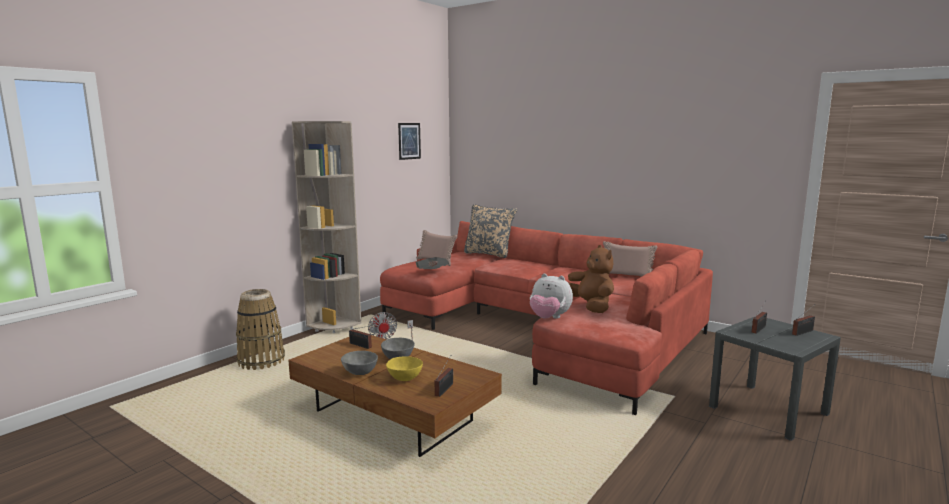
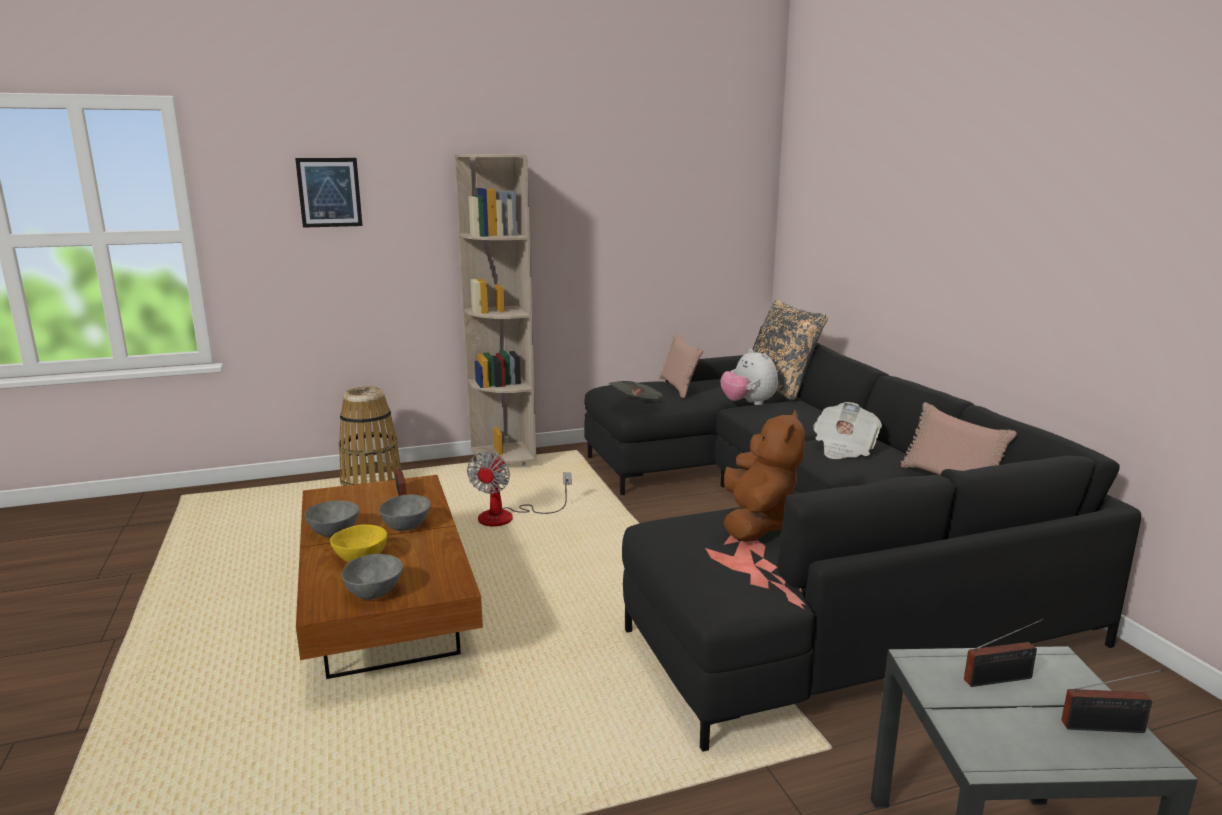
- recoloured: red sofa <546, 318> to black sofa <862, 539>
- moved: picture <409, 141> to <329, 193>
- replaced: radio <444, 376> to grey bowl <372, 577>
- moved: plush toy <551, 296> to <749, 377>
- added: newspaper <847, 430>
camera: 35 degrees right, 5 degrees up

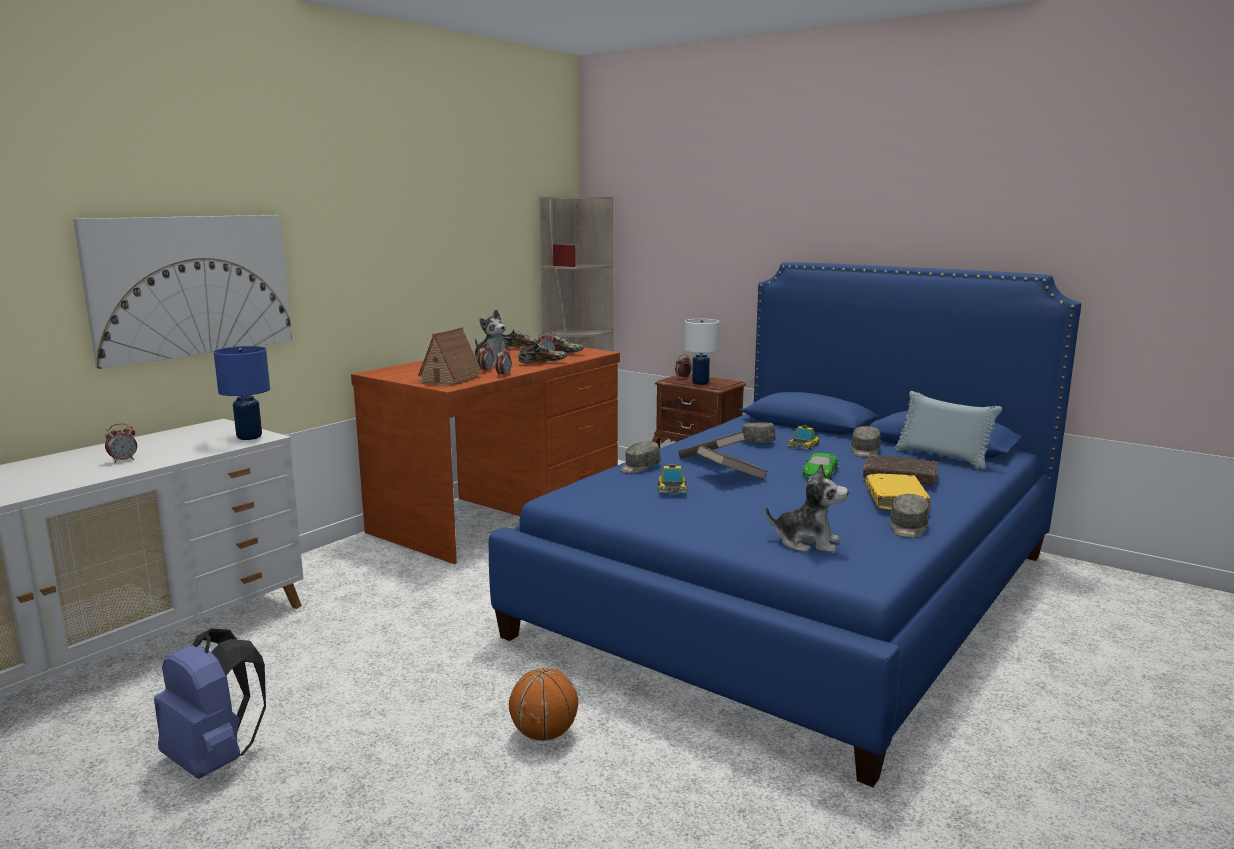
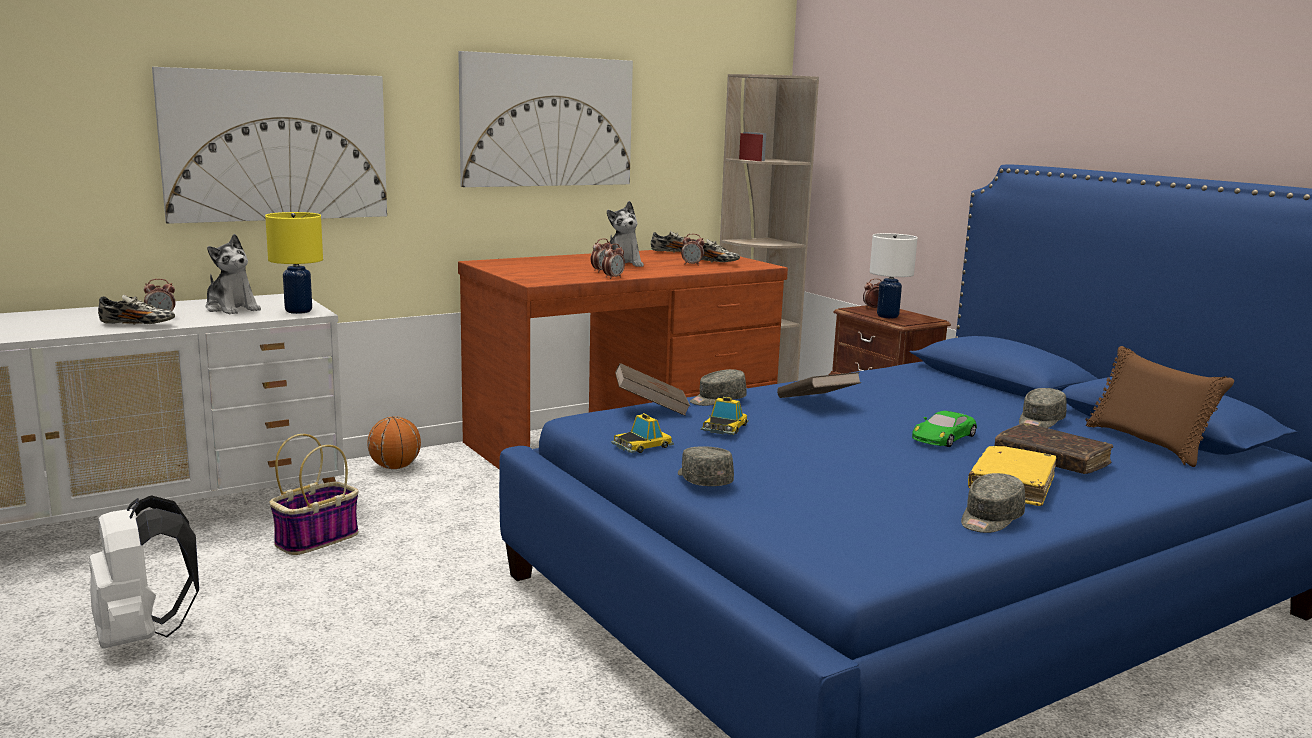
- recoloured: blue backpack <210, 704> to white backpack <144, 571>
- recoloured: blue table lamp <242, 393> to yellow table lamp <294, 263>
- removed: toy house <448, 357>
- moved: basketball <543, 704> to <394, 442>
- moved: shoe <542, 354> to <136, 310>
- moved: brown book <732, 462> to <652, 389>
- moved: grey cap <759, 432> to <706, 466>
- moved: plush toy <807, 508> to <233, 274>
- moved: toy car <803, 437> to <642, 433>
- recoloured: blue pillow <948, 430> to brown pillow <1160, 406>
- added: basket <313, 494>
- added: picture <545, 119>
camera: 20 degrees right, 0 degrees up

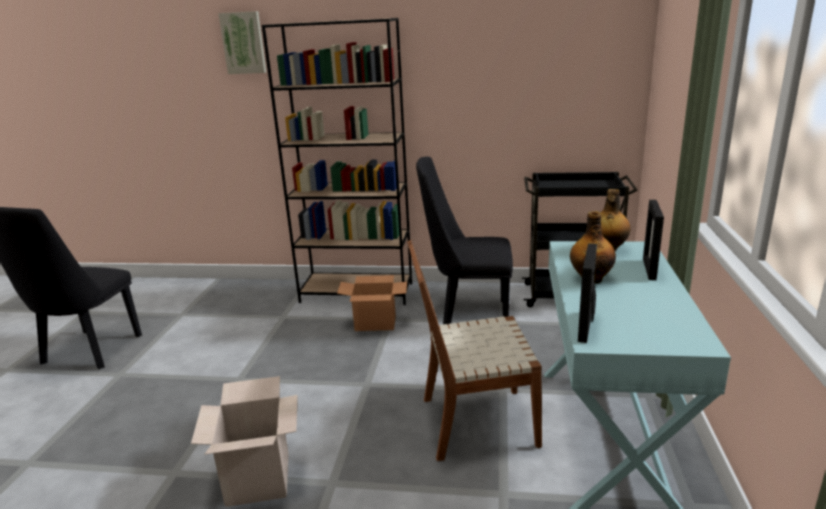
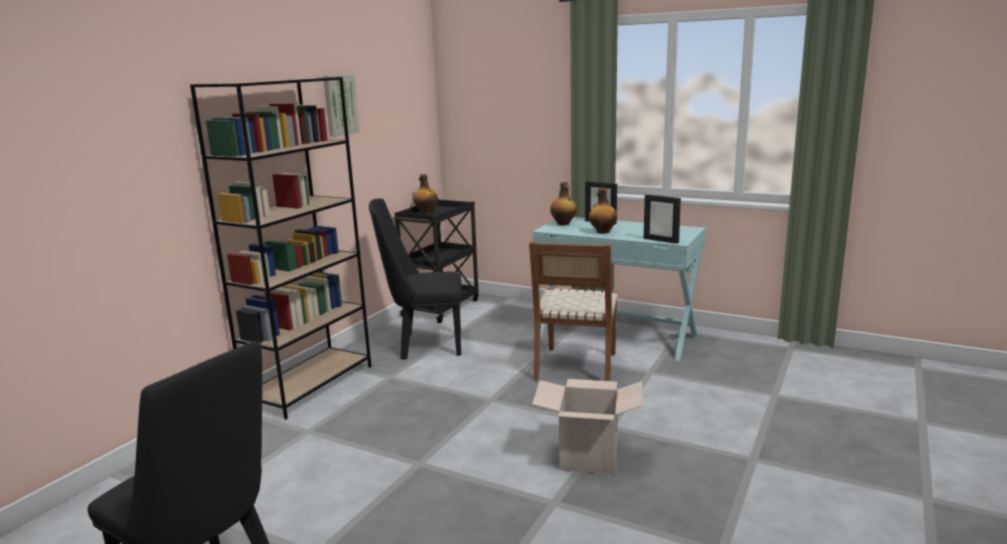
- moved: picture <242, 42> to <341, 105>
- removed: cardboard box <372, 303>
- turned: black chair <464, 240> = <415, 279> 60 degrees clockwise
- added: bottle <426, 194>
camera: 70 degrees left, 5 degrees down

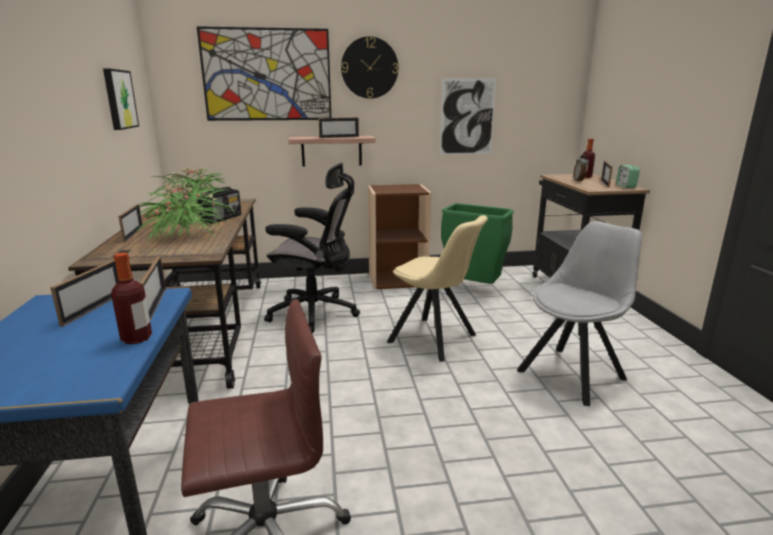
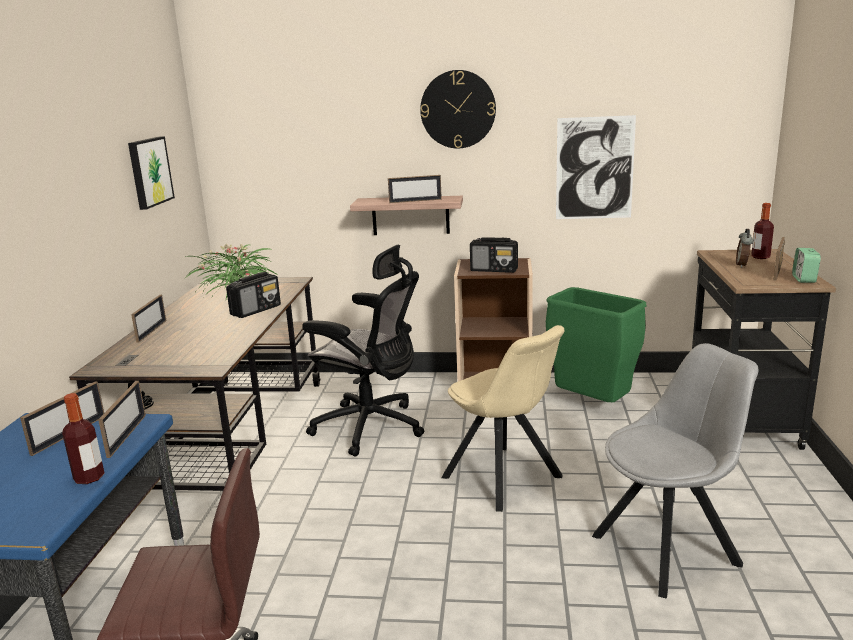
- removed: potted plant <185, 213>
- removed: picture <264, 73>
- added: radio <494, 255>
camera: 15 degrees right, 0 degrees up

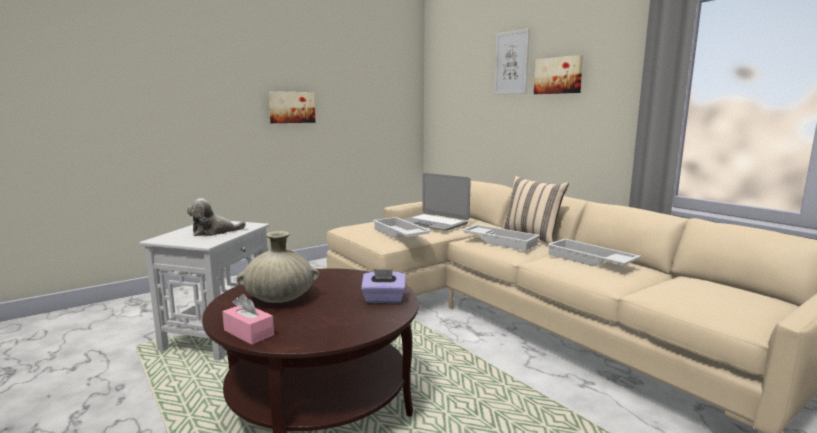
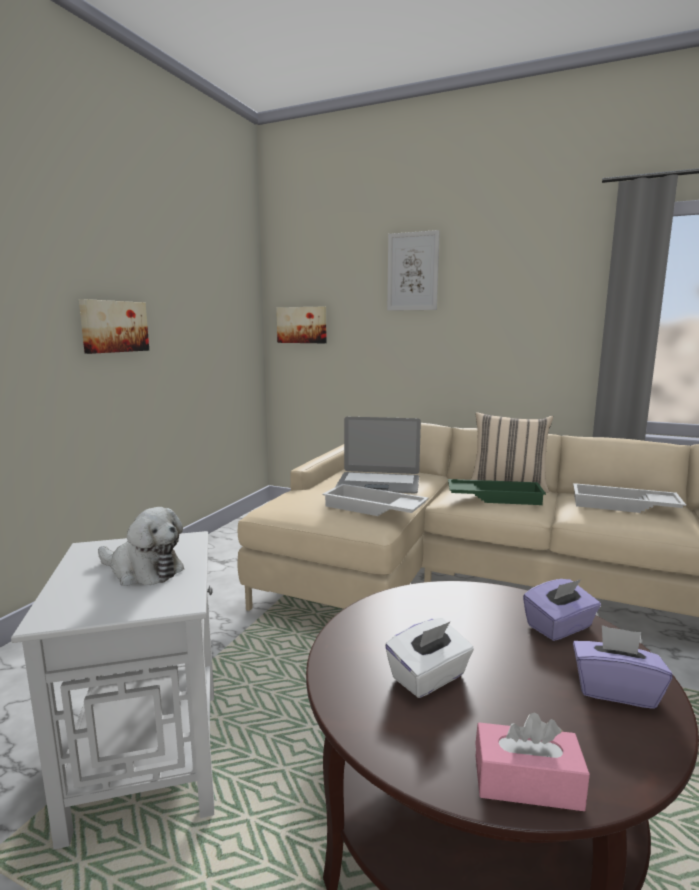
- turned: plush toy <216, 217> = <141, 546> 105 degrees counterclockwise
- replaced: beige vase <278, 267> to white tissue box <429, 658>
- recoloured: white tray <501, 237> to green tray <497, 492>
- moved: picture <558, 74> to <301, 325>
- added: purple tissue box <622, 667>
camera: 30 degrees left, 0 degrees up

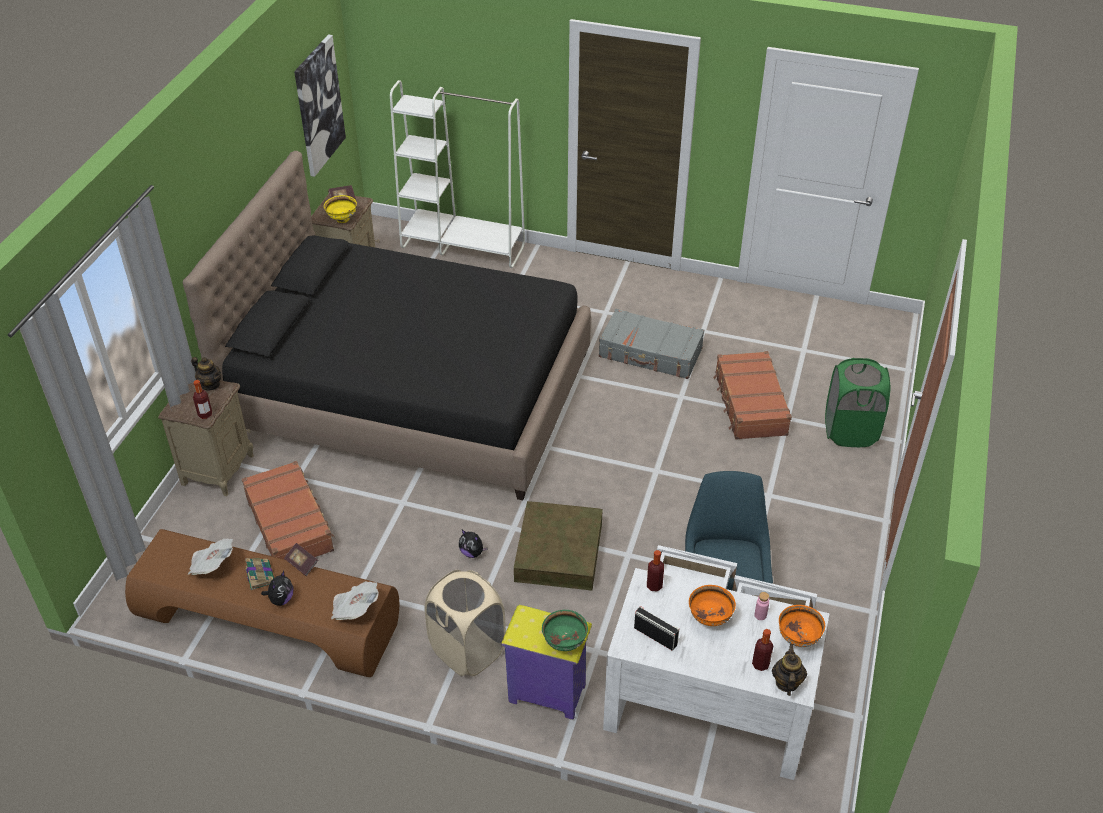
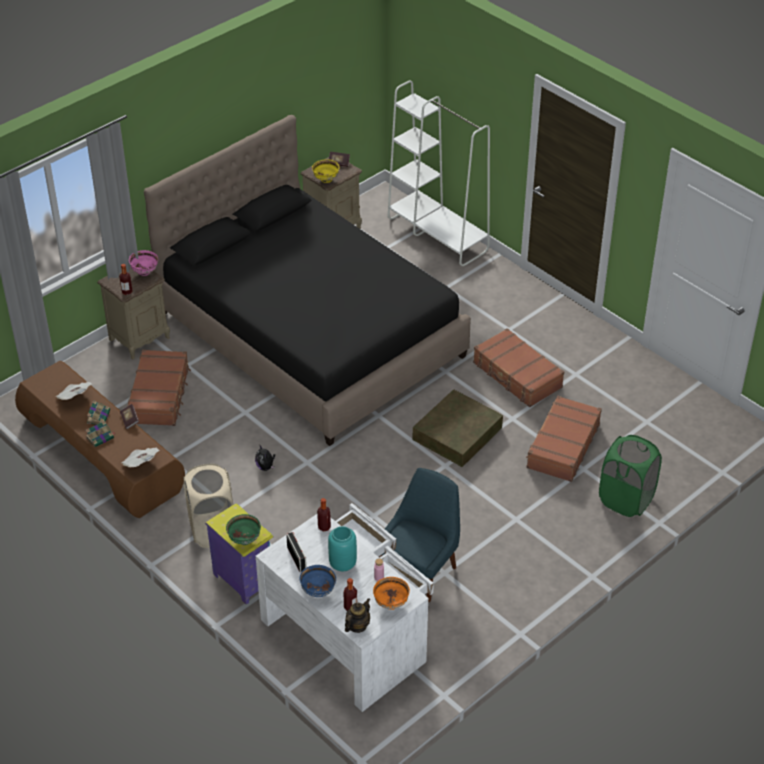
- replaced: teapot <206, 374> to pink bowl <143, 263>
- replaced: plush toy <277, 588> to book <100, 434>
- removed: picture <320, 105>
- moved: brown storage box <558, 546> to <457, 428>
- recoloured: grey suitcase <651, 344> to brown suitcase <518, 367>
- replaced: orange bowl <712, 605> to turquoise vase <342, 548>
- added: blue bowl <318, 581>
camera: 30 degrees right, 0 degrees up

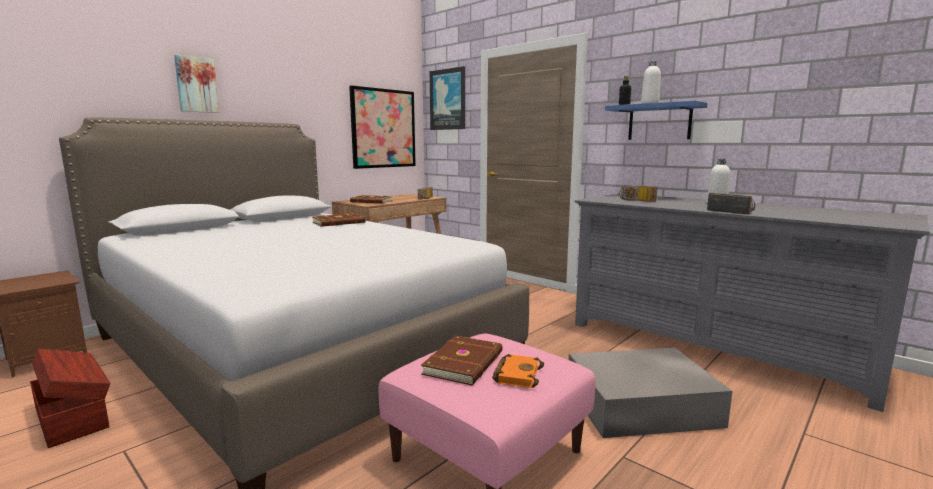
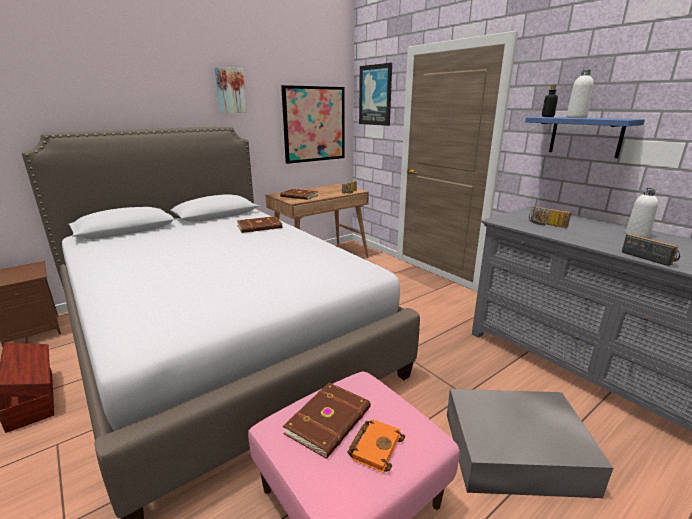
- moved: picture <196, 84> to <230, 90>
camera: 10 degrees right, 10 degrees up

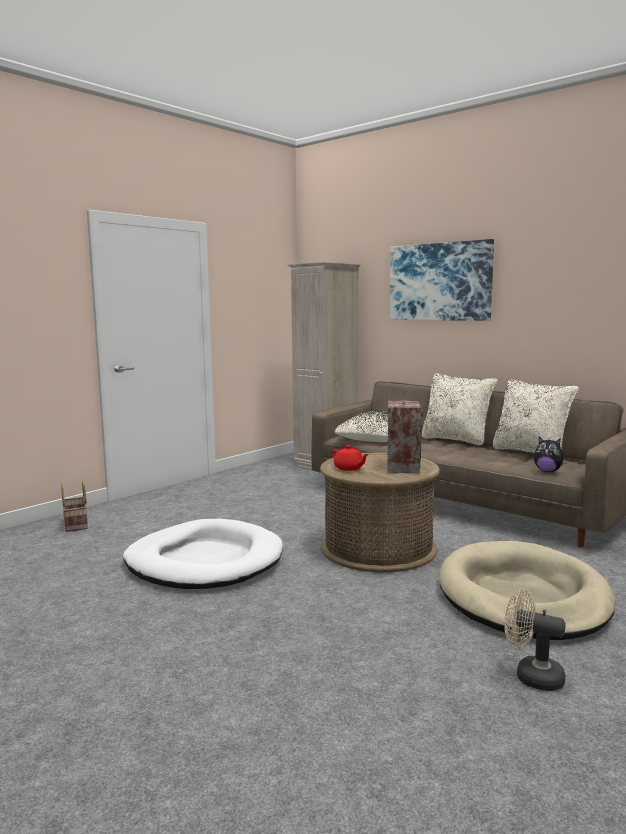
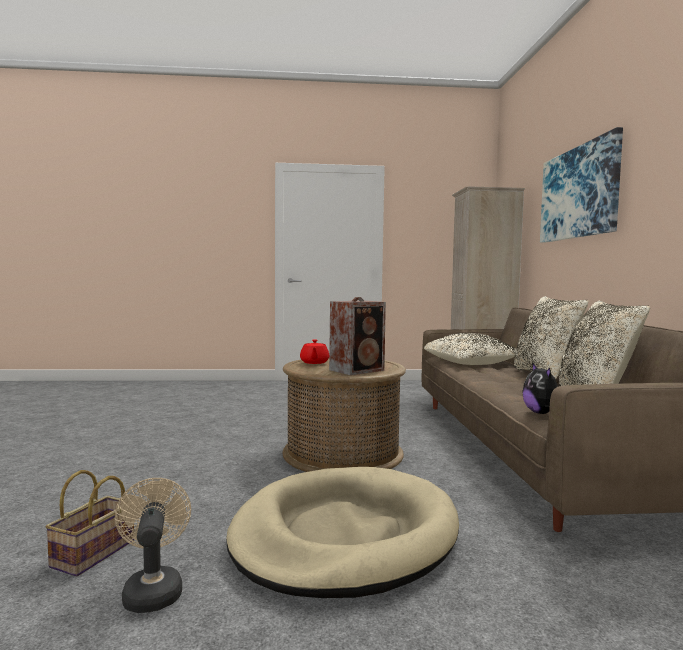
- moved: basket <74, 506> to <90, 523>
- removed: white dog bed <203, 554>
camera: 45 degrees right, 5 degrees down

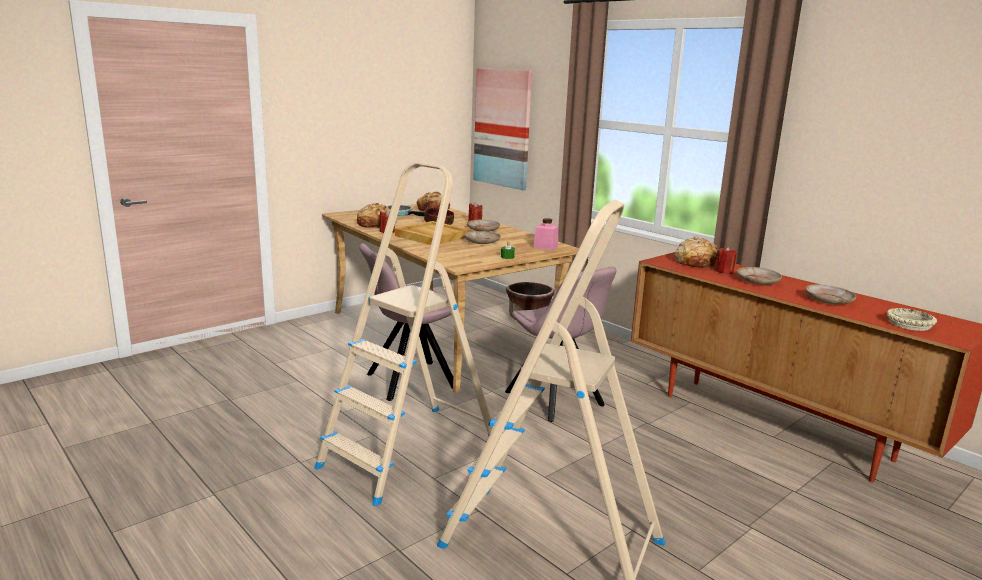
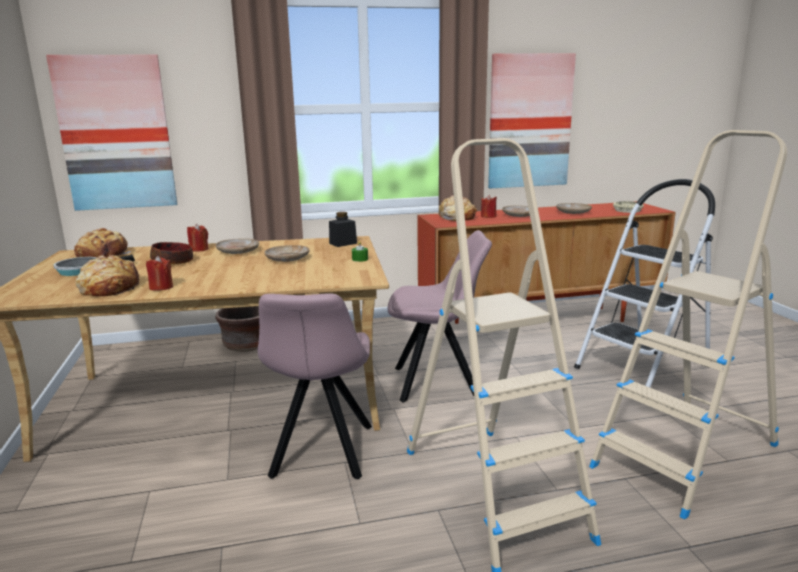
- removed: beige tray <433, 233>
- recoloured: pink jar <546, 234> to black jar <343, 229>
- added: picture <532, 120>
- added: step ladder <644, 283>
camera: 60 degrees left, 0 degrees up

